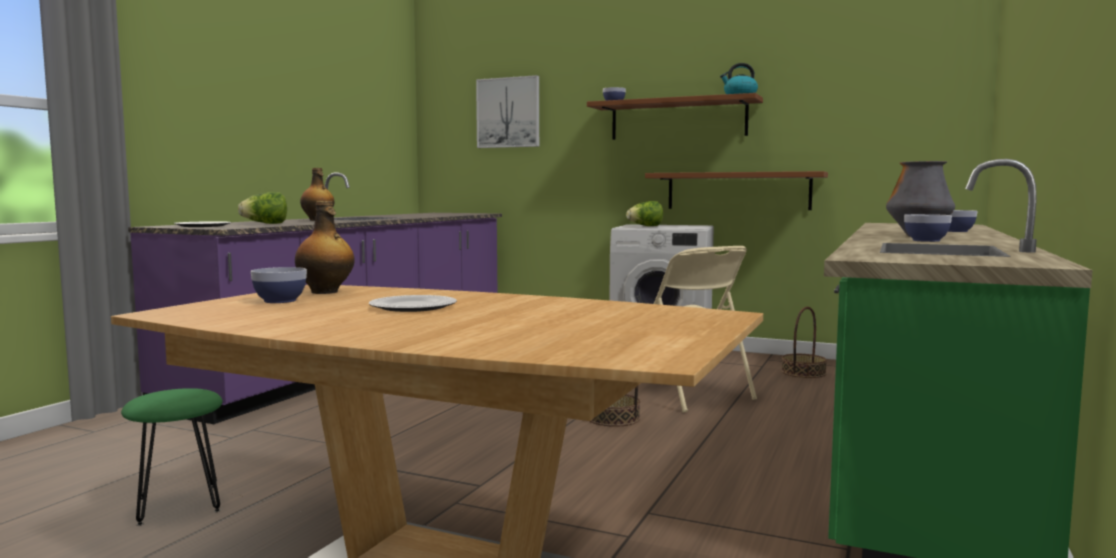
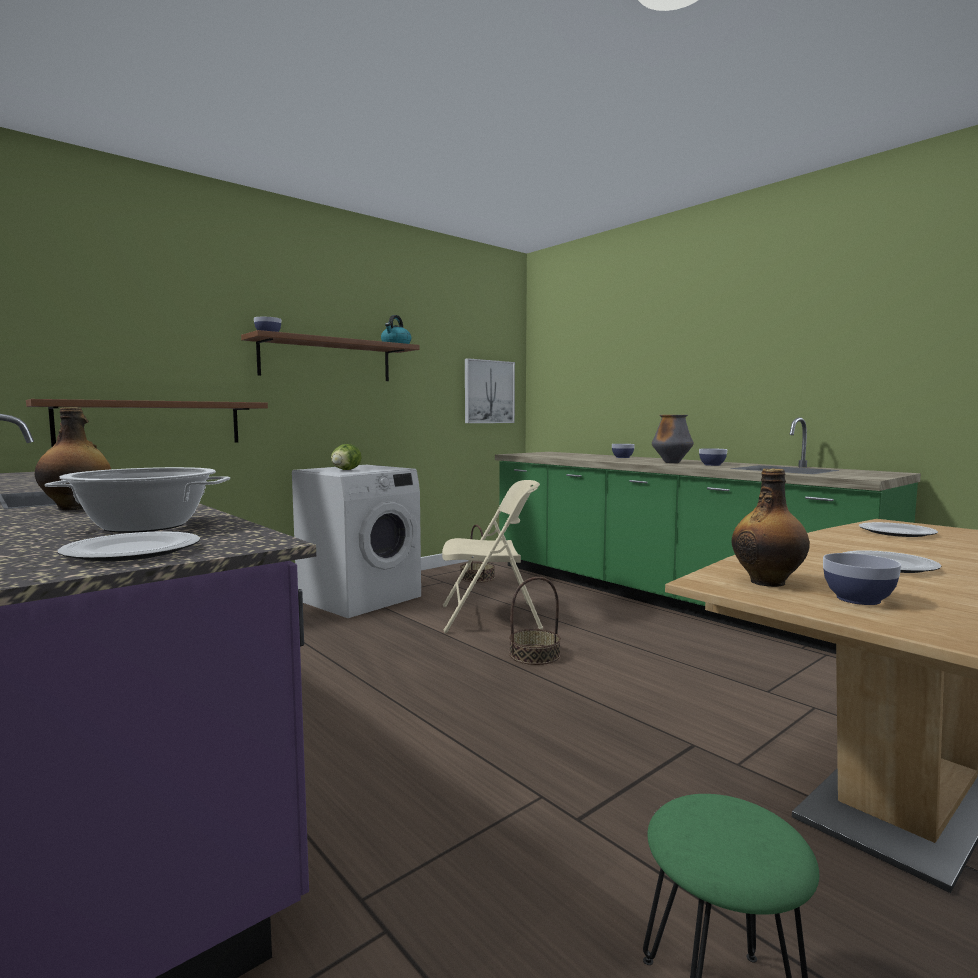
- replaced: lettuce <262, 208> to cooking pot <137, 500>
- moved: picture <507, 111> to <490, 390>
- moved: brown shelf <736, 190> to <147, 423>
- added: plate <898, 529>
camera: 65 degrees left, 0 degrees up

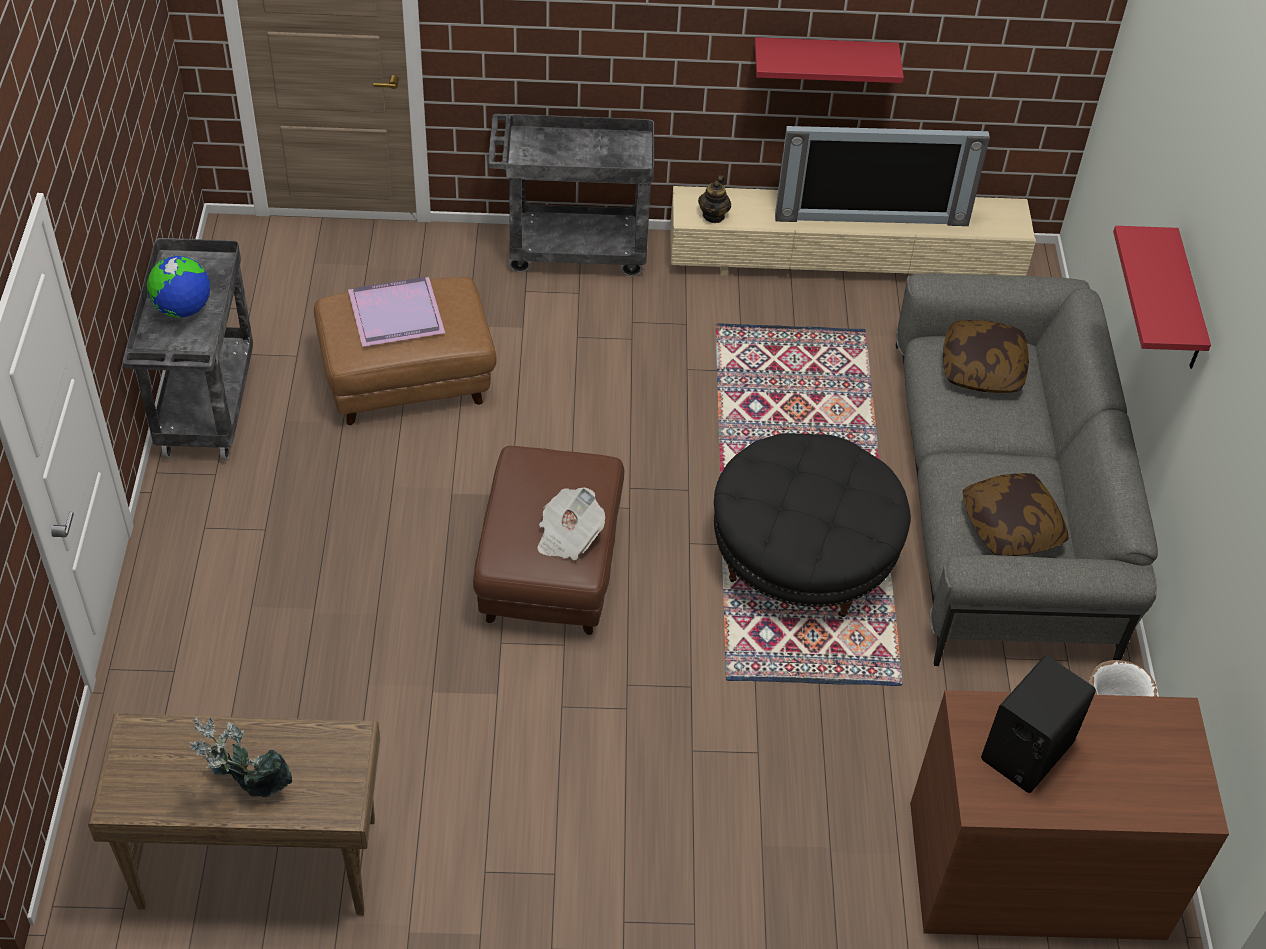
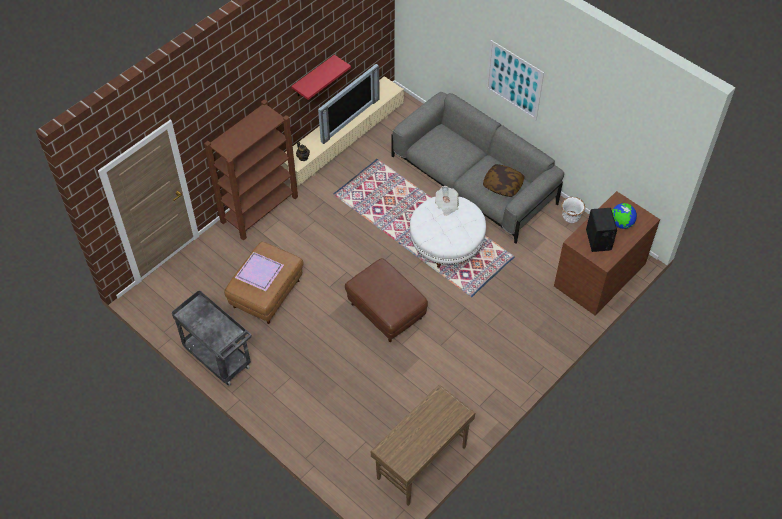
- moved: globe <178, 287> to <624, 216>
- removed: potted plant <241, 757>
- replaced: grey cart <571, 195> to brown bookcase <251, 169>
- moved: newspaper <571, 524> to <447, 201>
- recoloured: black ottoman <812, 525> to white ottoman <448, 232>
- removed: pillow <986, 356>
- replaced: red shelf <1162, 297> to picture <515, 80>
camera: 45 degrees left, 5 degrees up

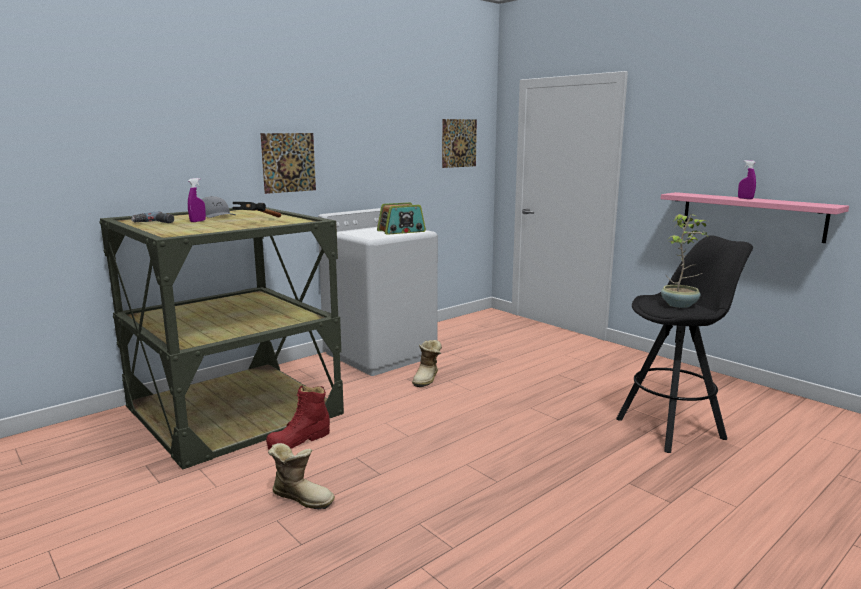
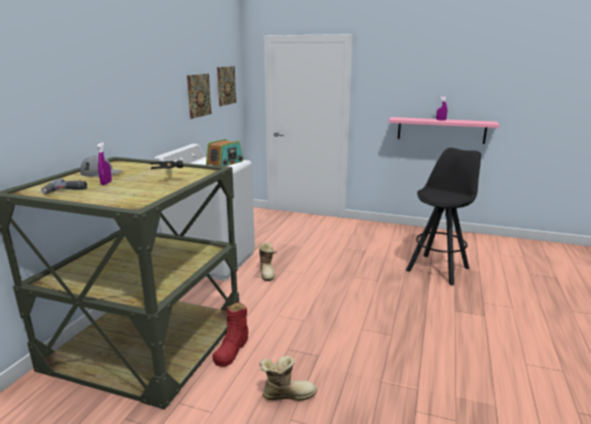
- moved: picture <288, 163> to <199, 96>
- removed: potted plant <684, 261>
camera: 30 degrees left, 5 degrees up

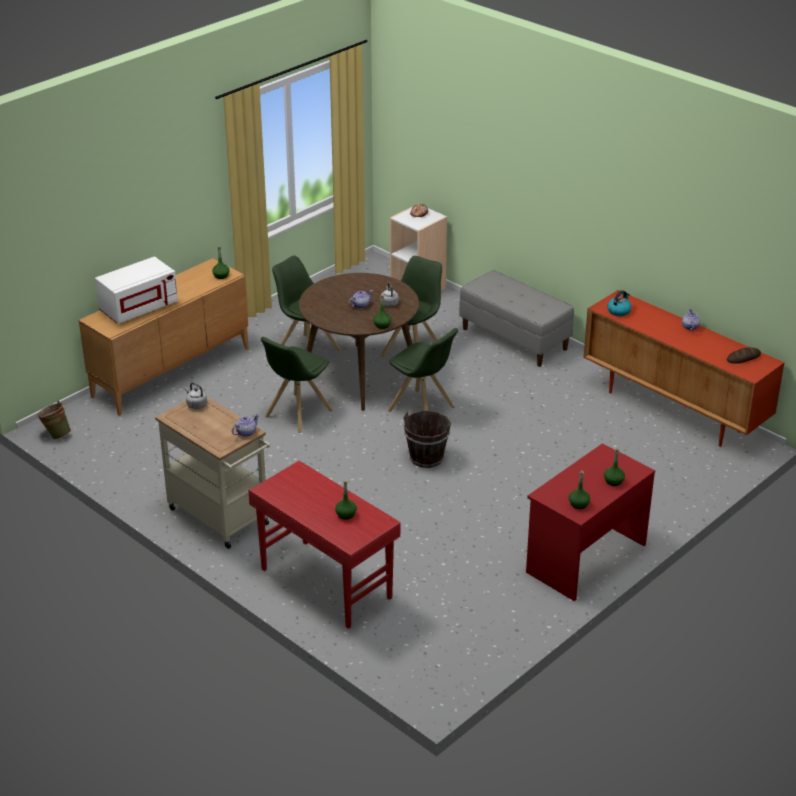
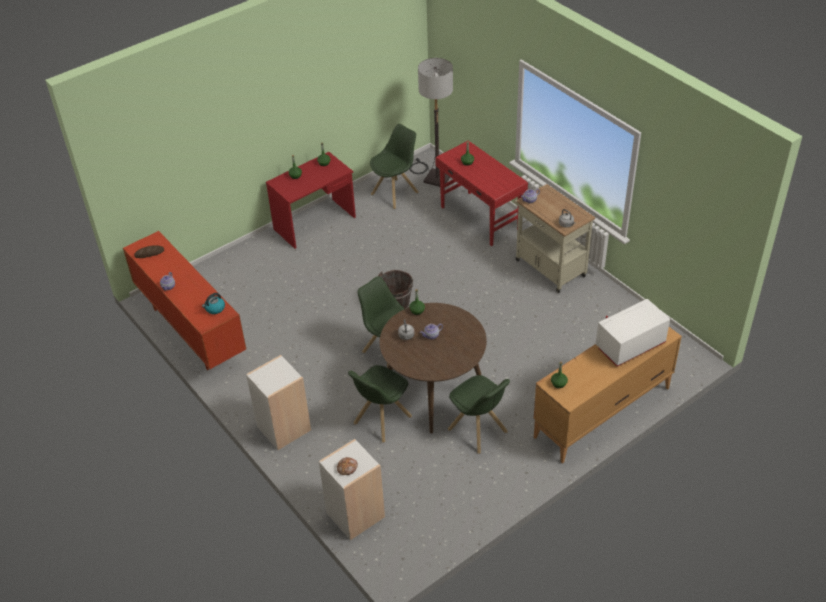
- removed: green bucket <54, 420>
- moved: green chair <297, 384> to <394, 166>
- replaced: grey bench <516, 318> to bookcase <278, 402>
- added: floor lamp <431, 122>
camera: 170 degrees left, 10 degrees up

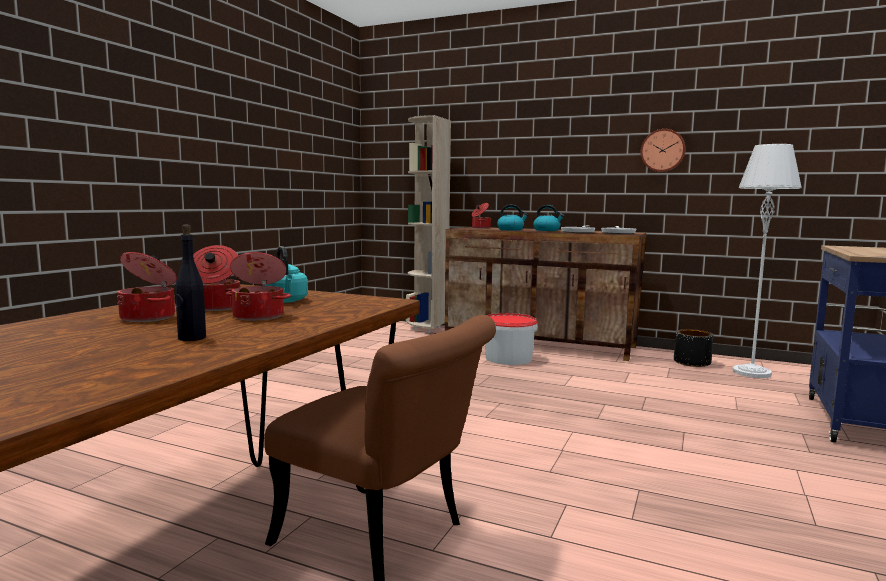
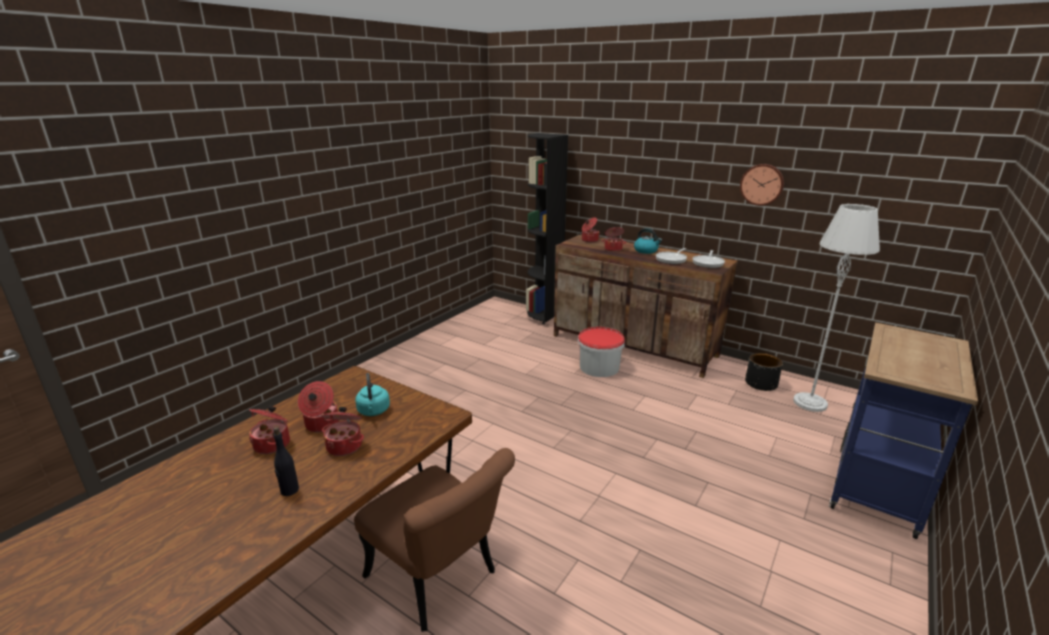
- recoloured: beige bookcase <428, 224> to black bookcase <547, 228>
- replaced: kettle <512, 217> to cooking pot <614, 239>
camera: 10 degrees right, 15 degrees up

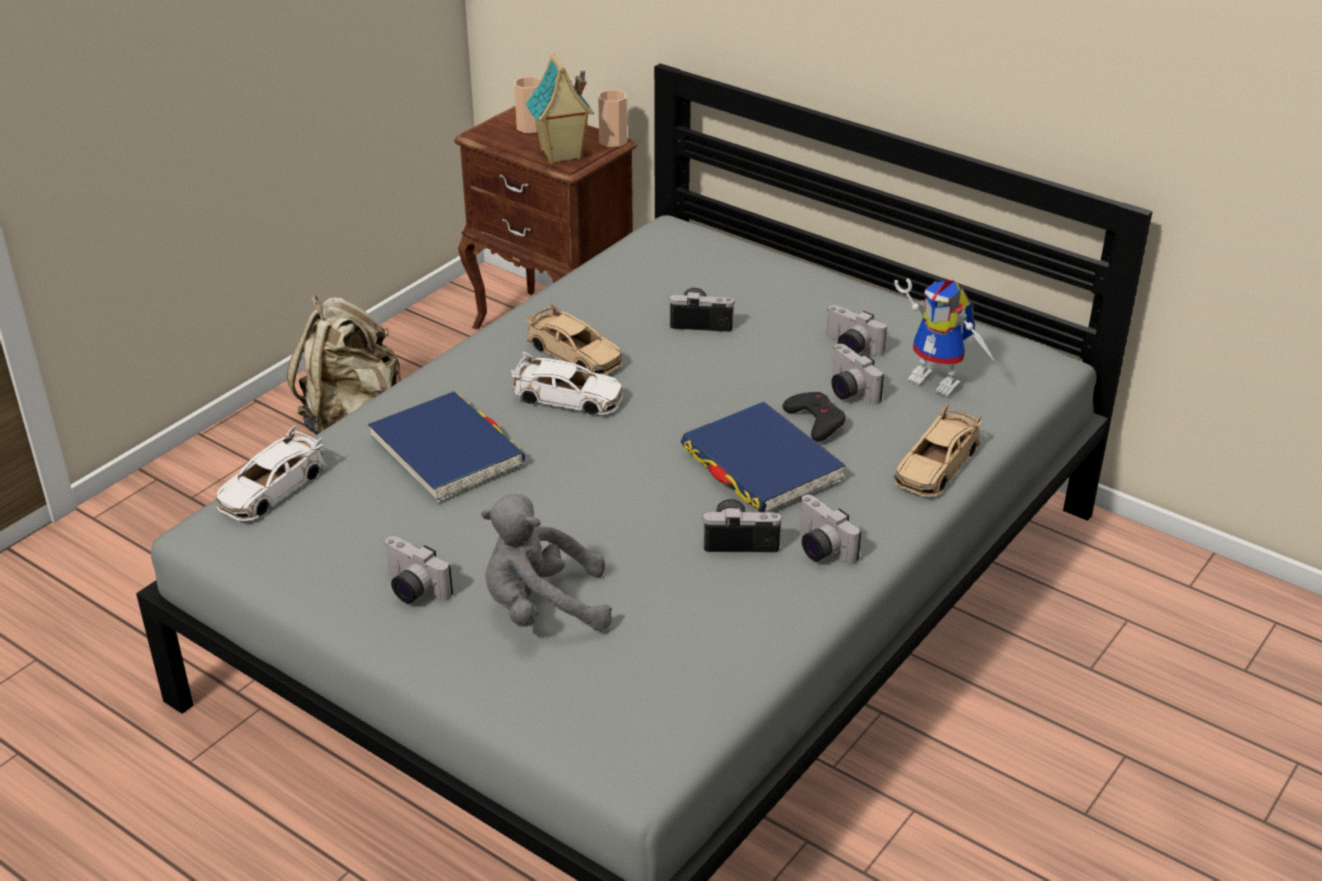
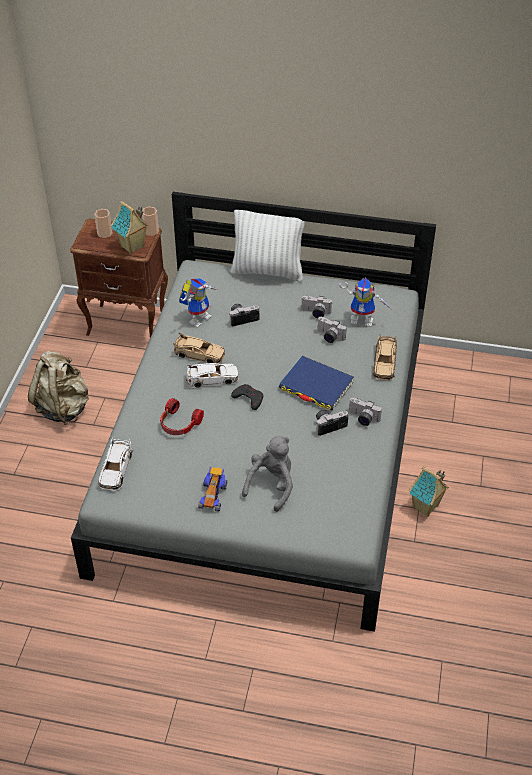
- replaced: blue book <446, 446> to headphones <182, 416>
- replaced: photo camera <418, 570> to toy car <212, 489>
- turned: grey plush toy <546, 562> = <267, 474> 150 degrees clockwise
- moved: black game controller <814, 417> to <247, 397>
- added: toy robot <198, 303>
- added: white pillow <268, 246>
- added: toy house <429, 491>
camera: 25 degrees left, 10 degrees up

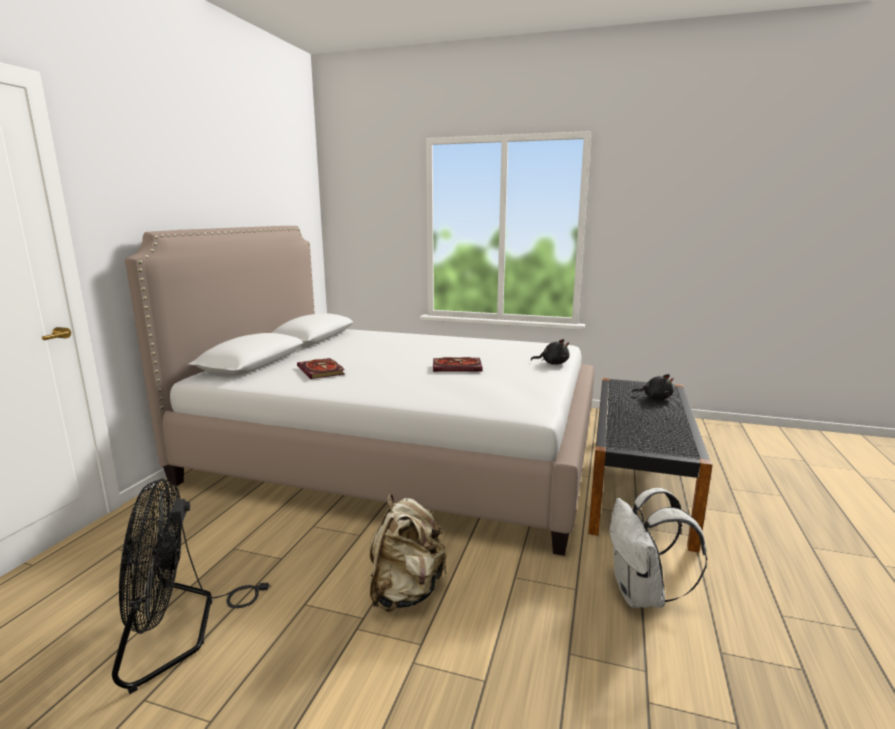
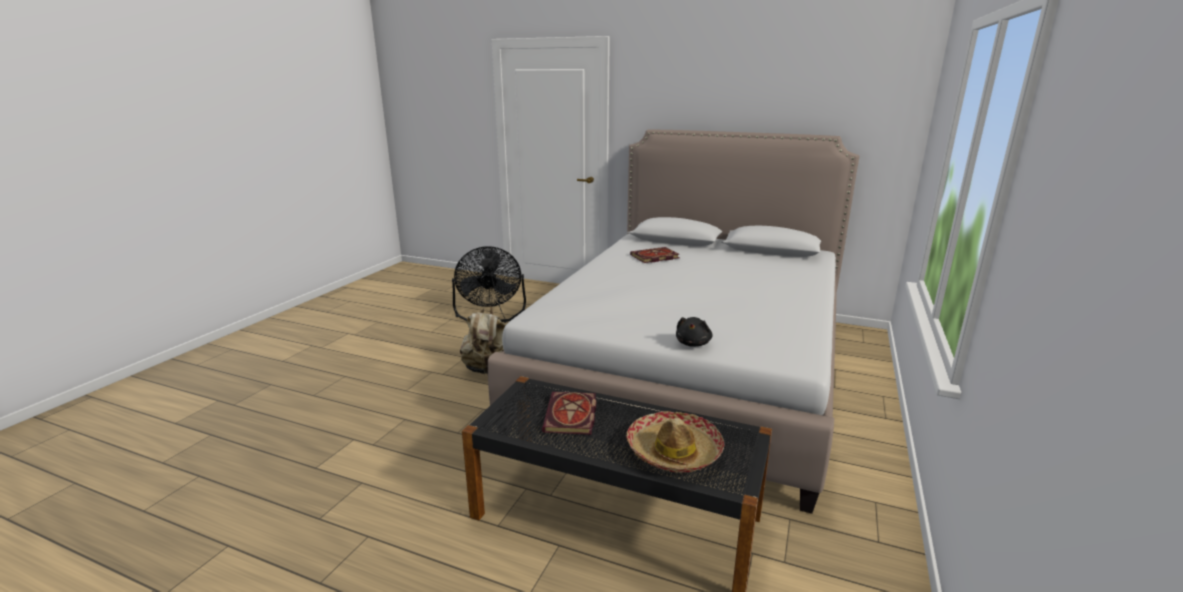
- moved: book <457, 364> to <569, 413>
- removed: white backpack <658, 548>
- replaced: black plush toy <653, 387> to hat <675, 442>
camera: 95 degrees right, 5 degrees up

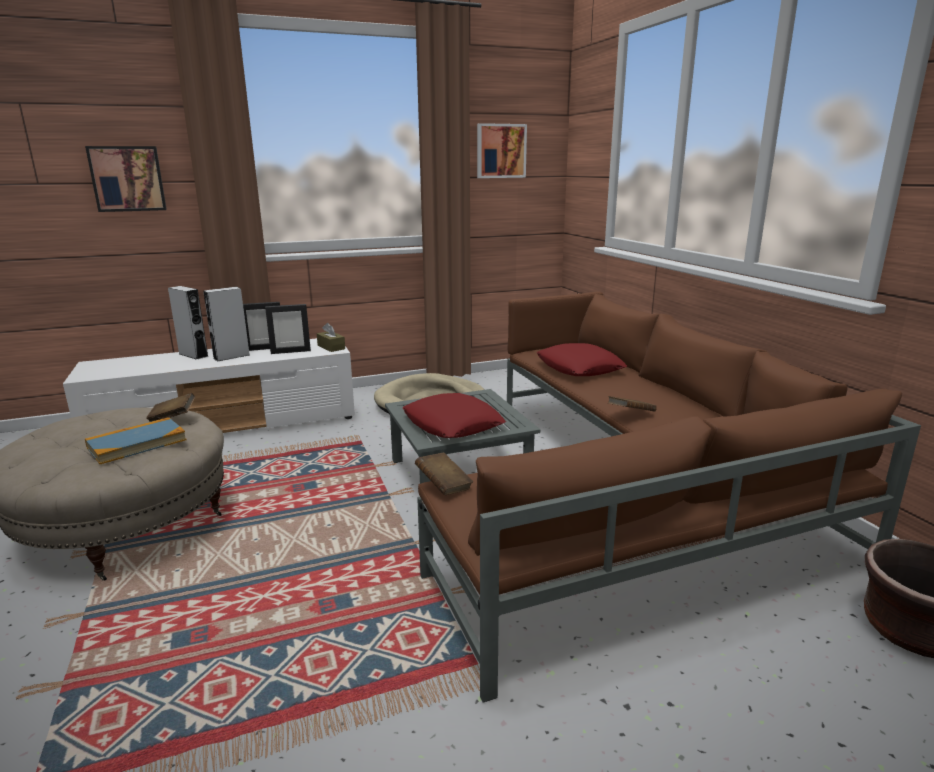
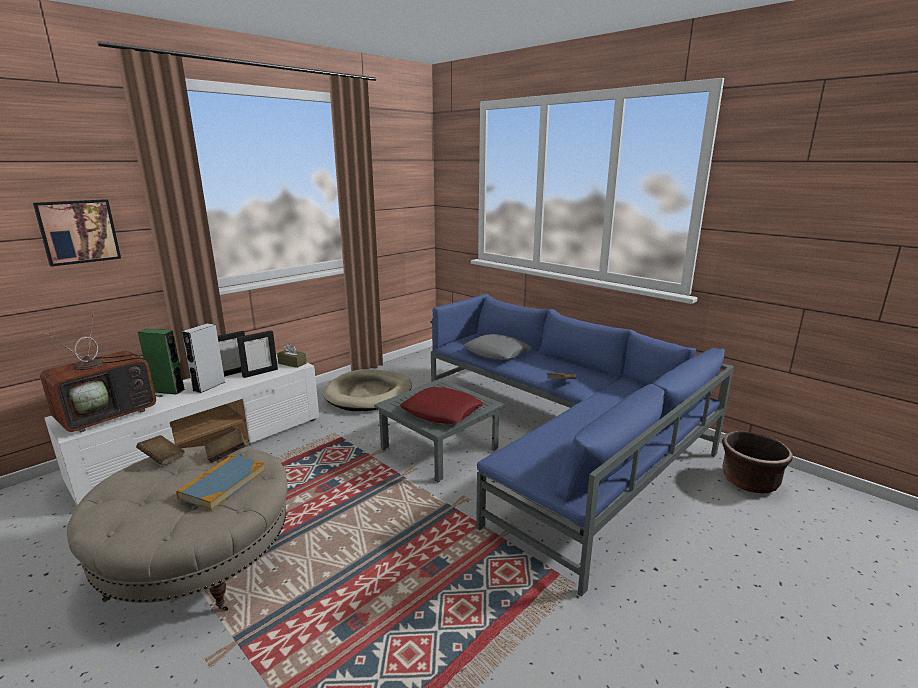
- recoloured: grey speaker <188, 323> to green speaker <161, 362>
- recoloured: brown sofa <653, 497> to blue sofa <554, 445>
- moved: brown book <444, 473> to <160, 450>
- removed: picture <502, 150>
- recoloured: red pillow <582, 359> to grey pillow <497, 347>
- added: television <101, 372>
camera: 25 degrees left, 0 degrees up

